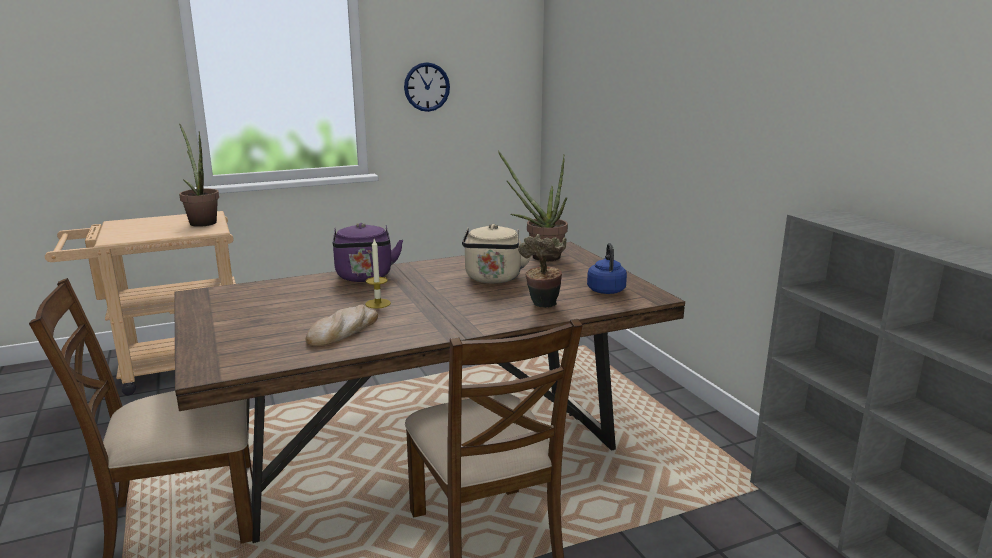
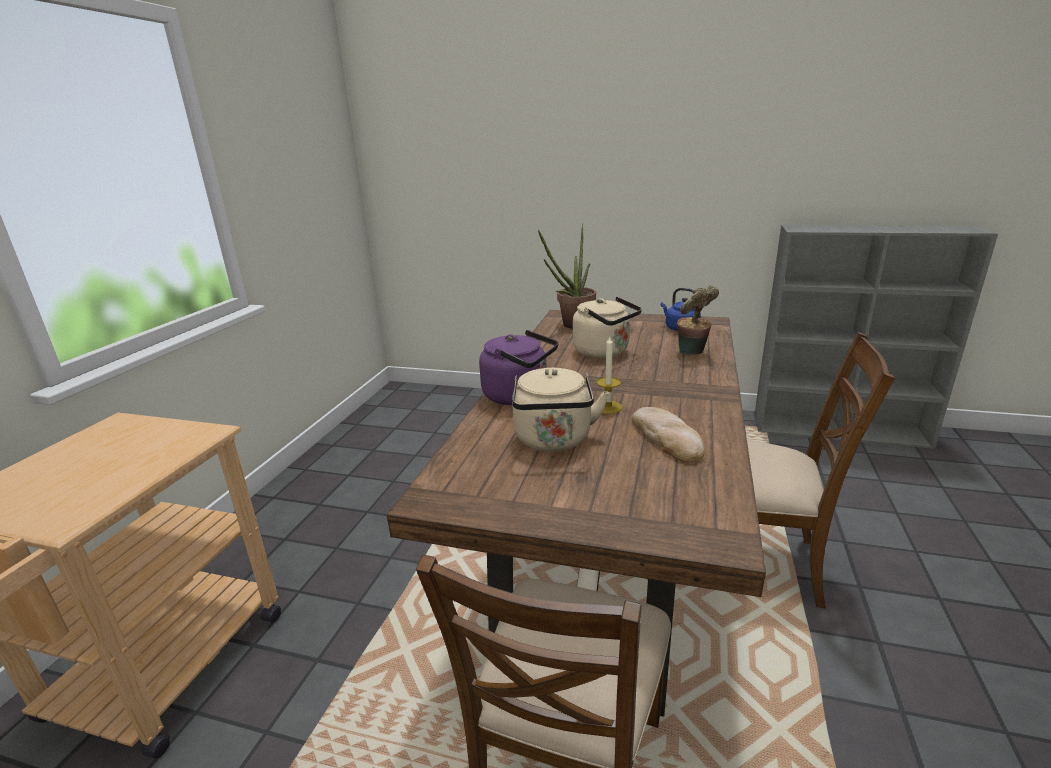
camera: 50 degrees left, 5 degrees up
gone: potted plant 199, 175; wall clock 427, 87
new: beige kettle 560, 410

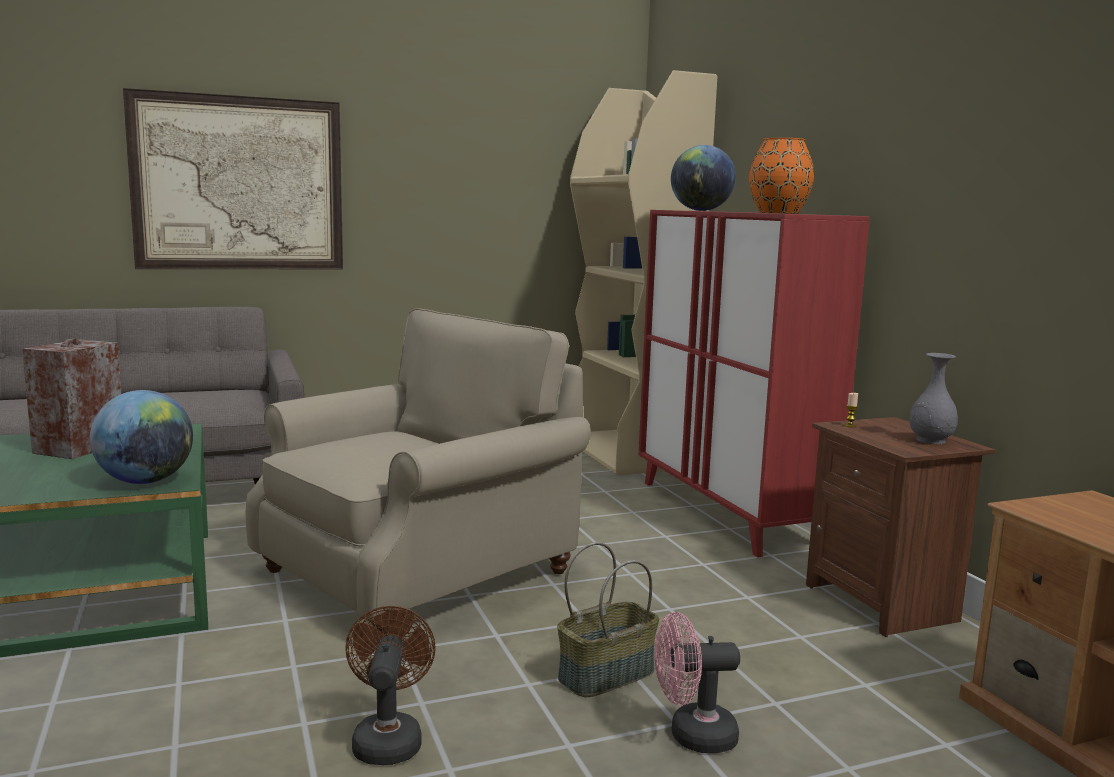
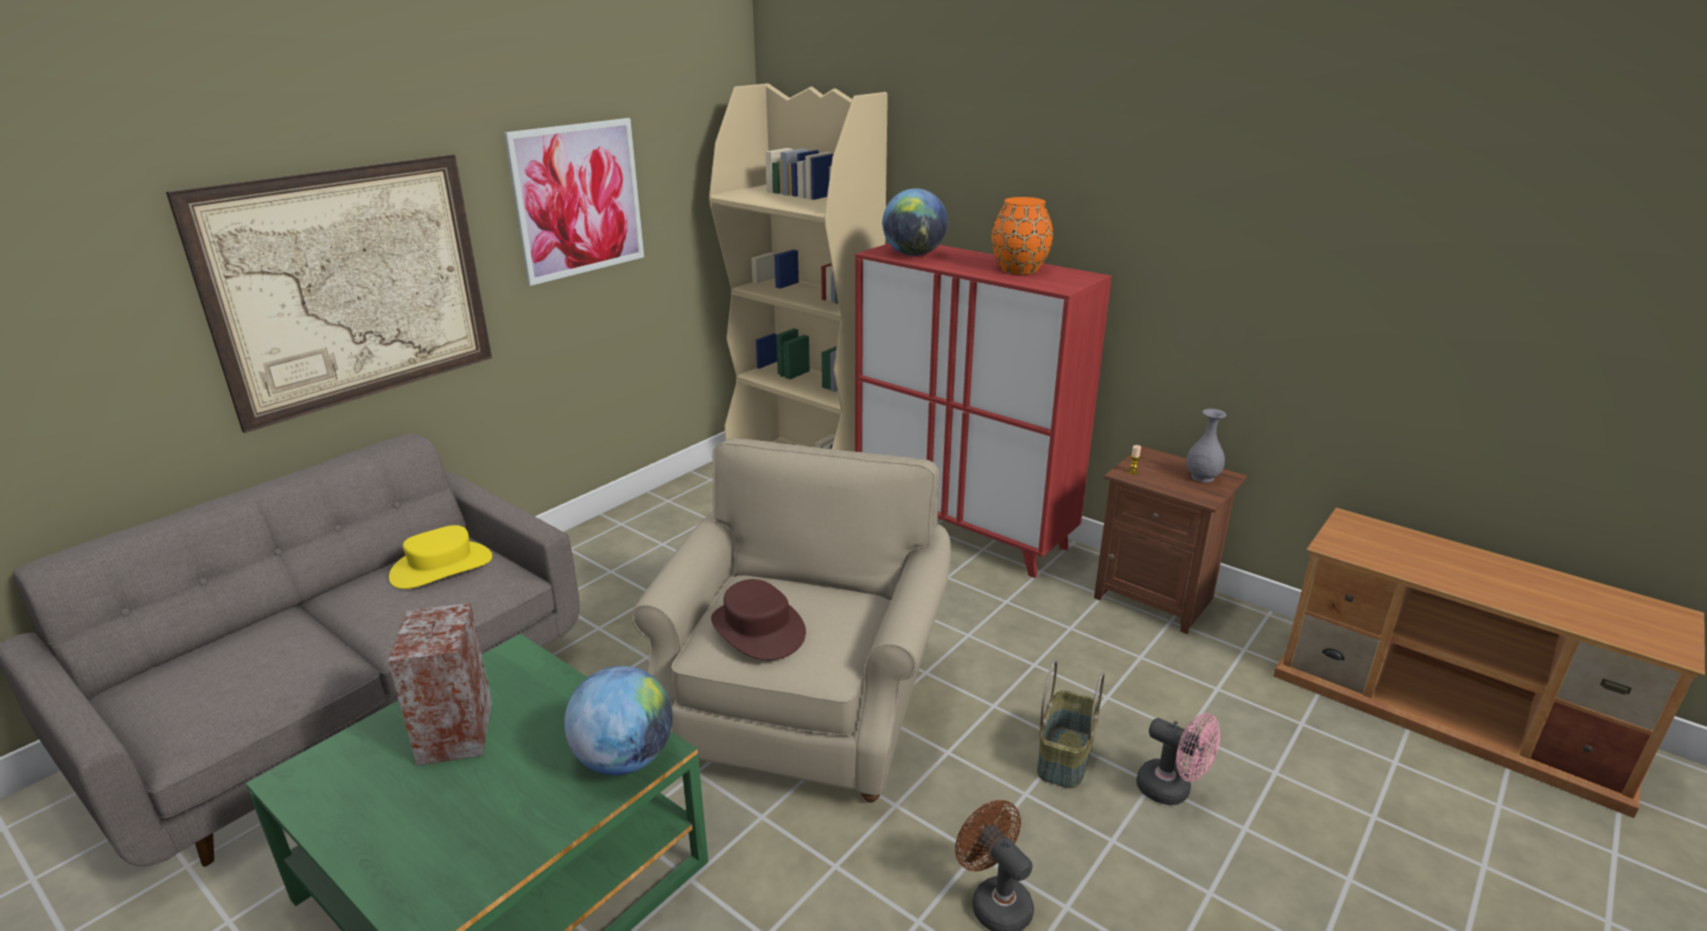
camera: 30 degrees left, 15 degrees up
new: yellow hat 440, 557; picture 574, 202; brown hat 758, 619
rotated: pink fan 697, 682 = 1178, 759 105 degrees counterclockwise

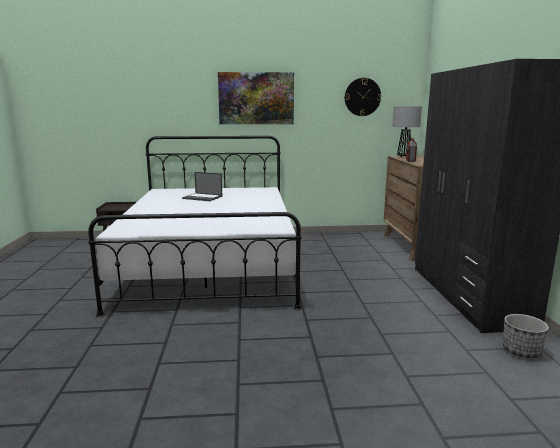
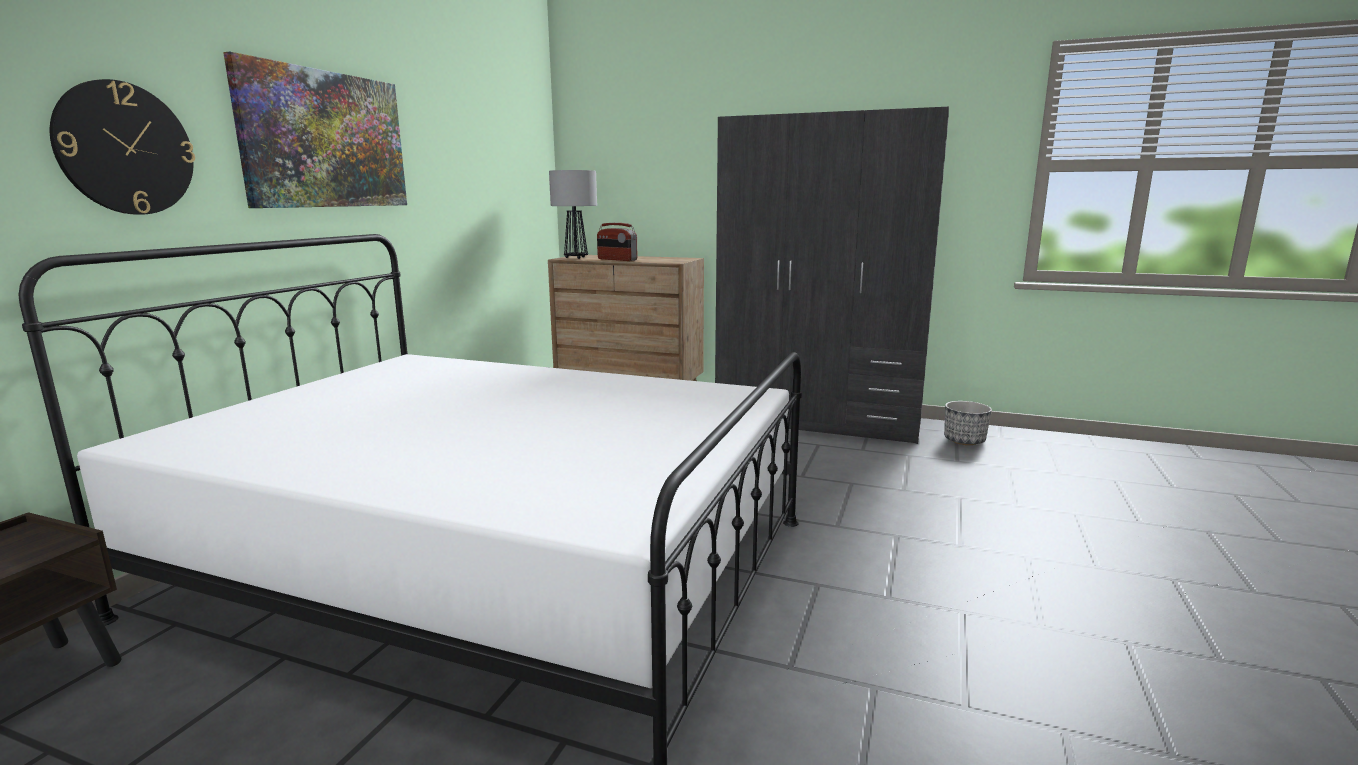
camera: 65 degrees left, 0 degrees up
gone: laptop 202, 186
shifted: wall clock 363, 97 to 122, 147

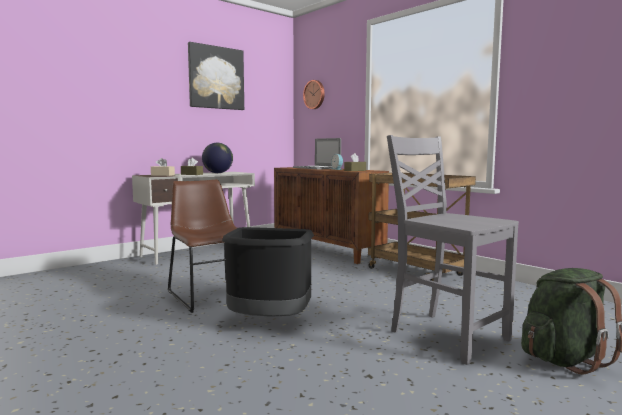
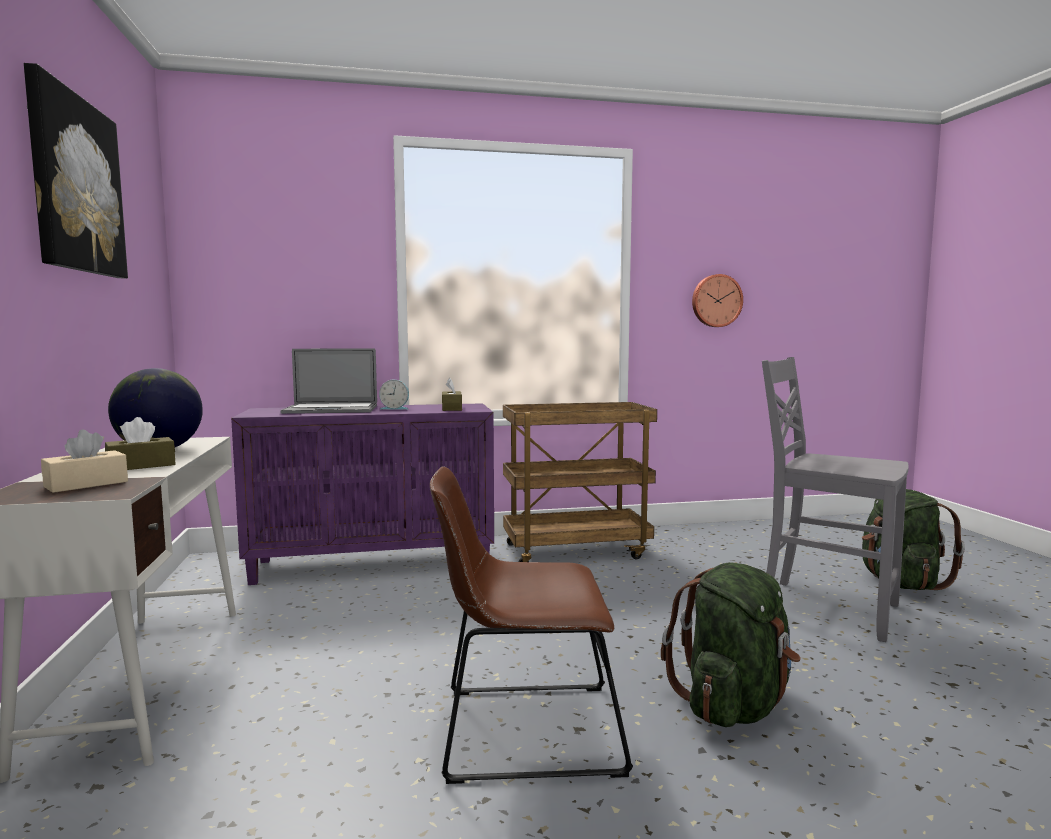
camera: 60 degrees left, 0 degrees up
shifted: wall clock 314, 94 to 717, 300
swapped: black trash can 268, 271 to green backpack 731, 644
repainted: brown cabinet 331, 215 to purple cabinet 362, 494
rotated: grey chair 453, 250 = 835, 499 45 degrees clockwise

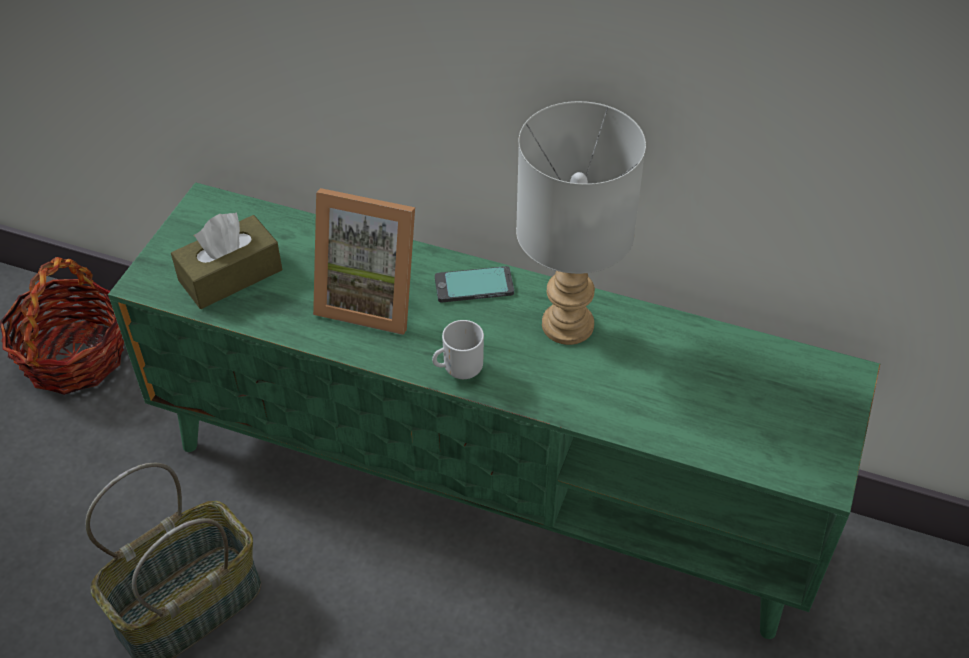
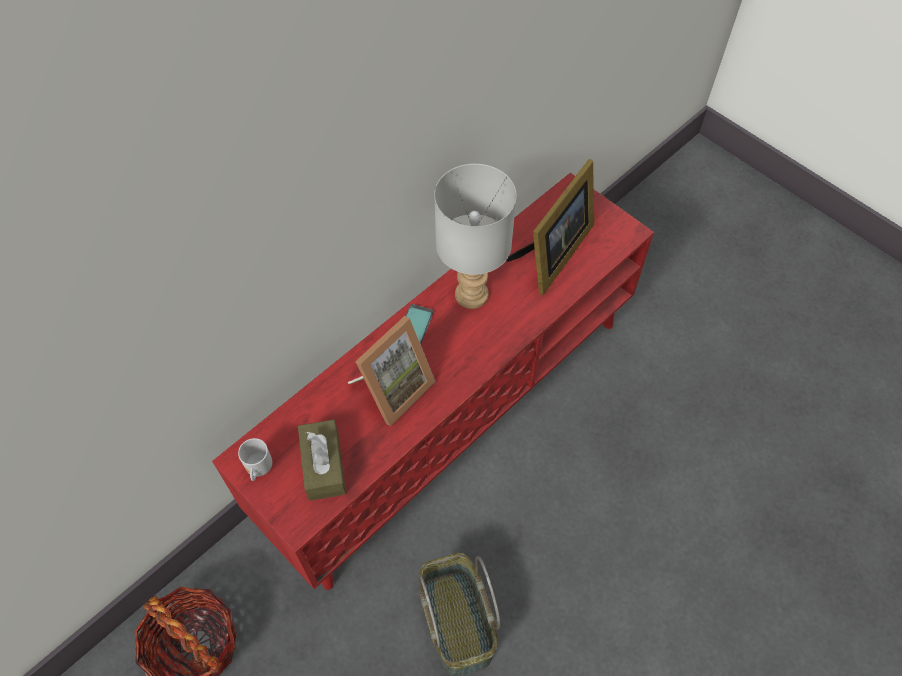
camera: 65 degrees left, 10 degrees up
new: picture frame 550, 227
shifted: mug 458, 349 to 255, 459
repainted: green tv stand 494, 410 to red tv stand 433, 381

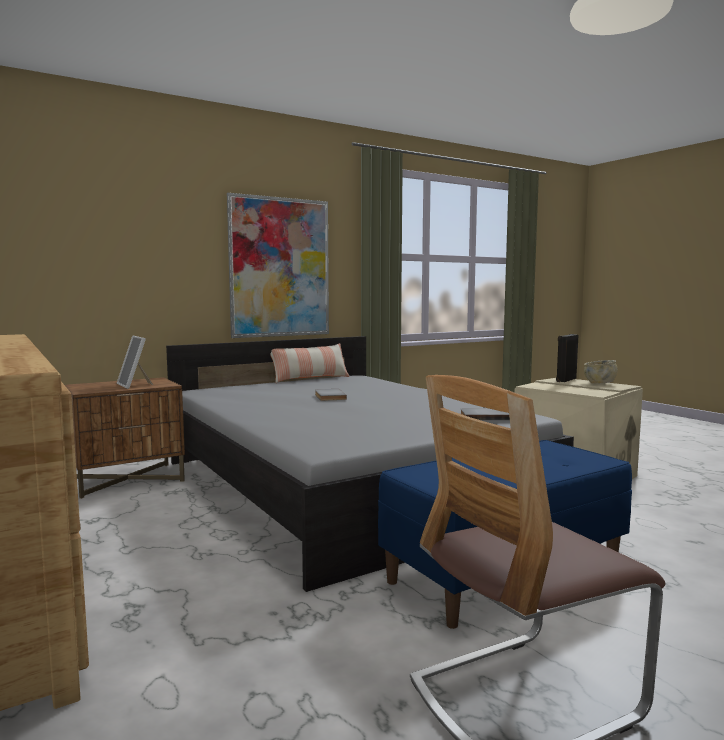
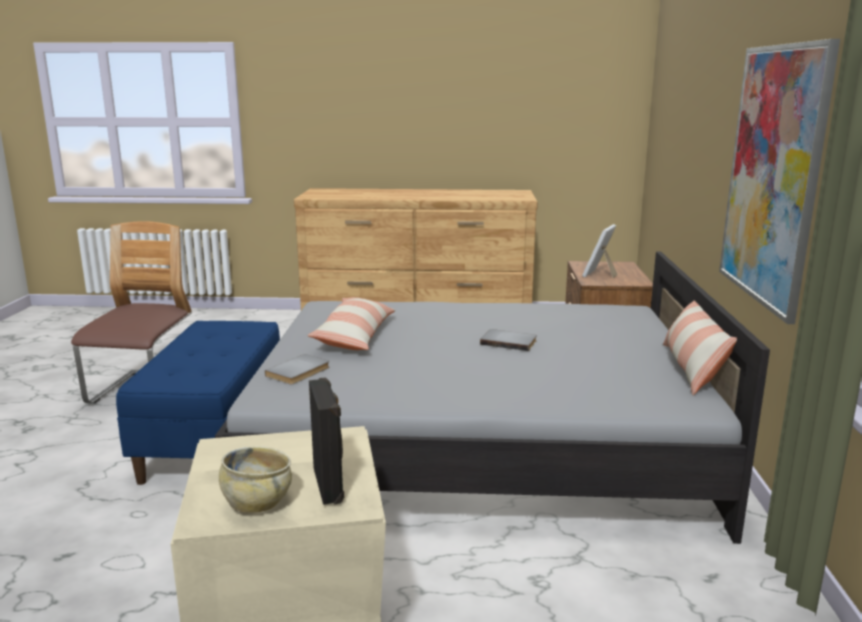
camera: 125 degrees right, 10 degrees up
new: pillow 352, 323
rotated: picture frame 135, 362 = 600, 251 60 degrees counterclockwise

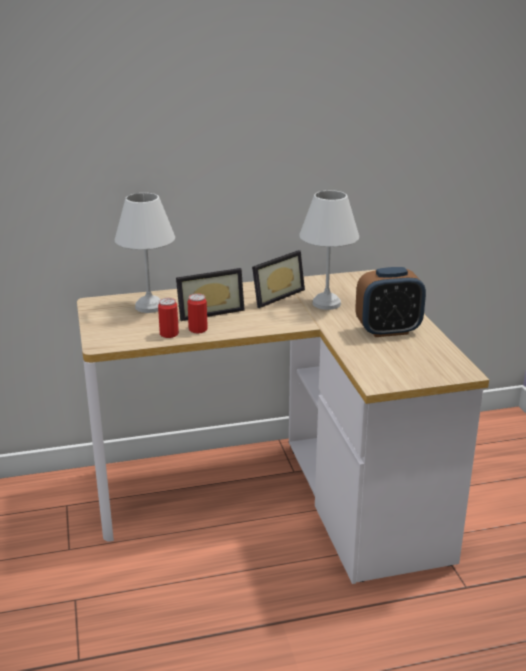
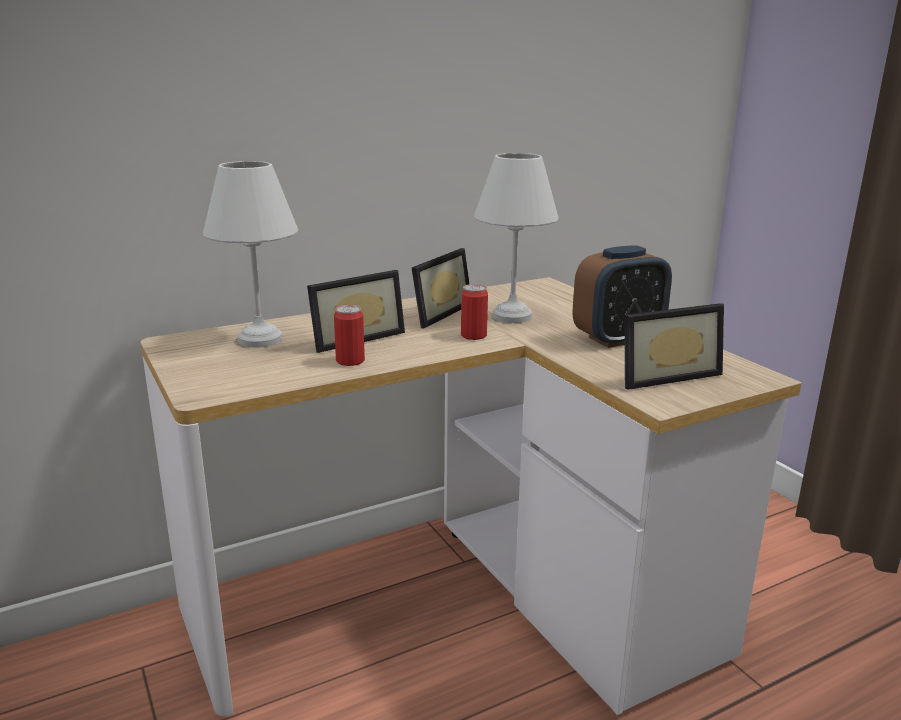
camera: 15 degrees left, 5 degrees down
new: picture frame 674, 346
shifted: can 168, 318 to 474, 312

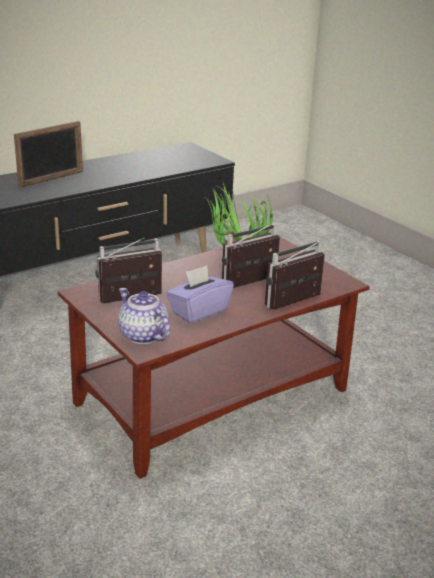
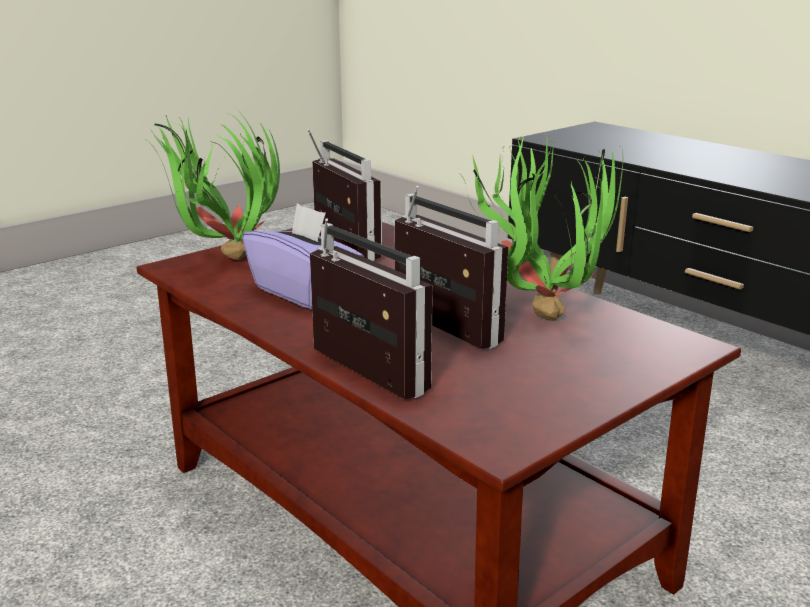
camera: 85 degrees right, 5 degrees down
gone: picture frame 48, 154
swapped: teapot 144, 316 to potted plant 213, 185

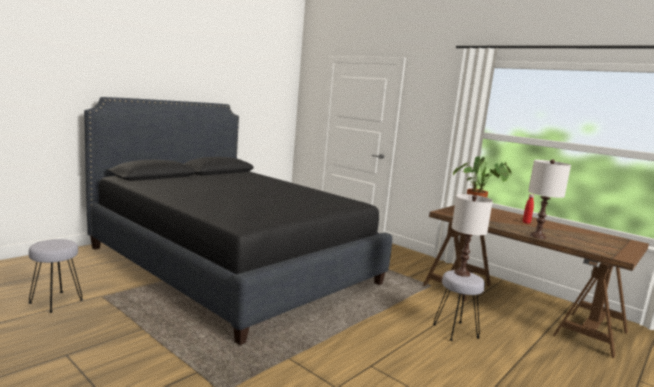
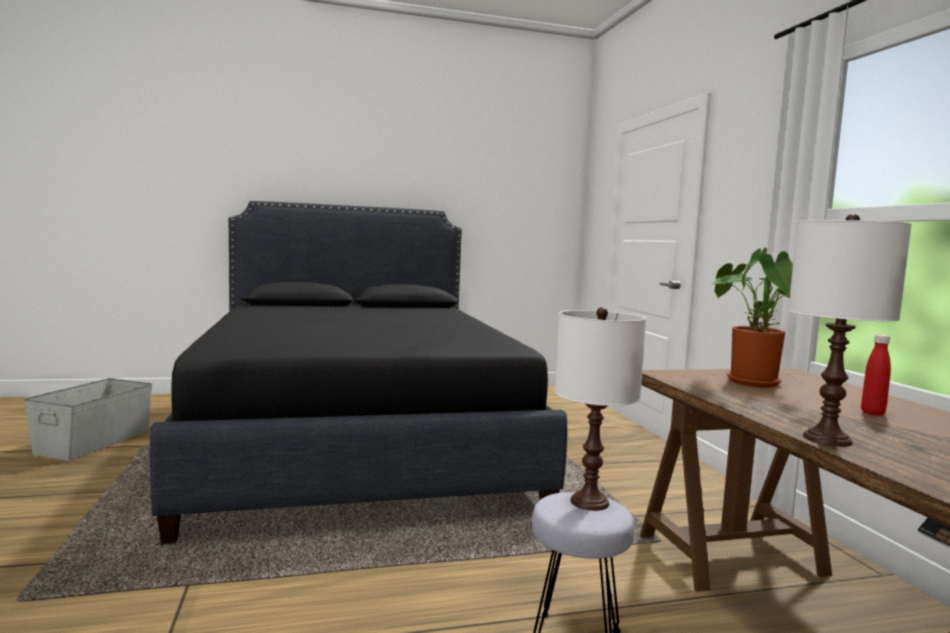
camera: 35 degrees right, 5 degrees down
swapped: grey stool 55, 276 to grey storage box 88, 419

